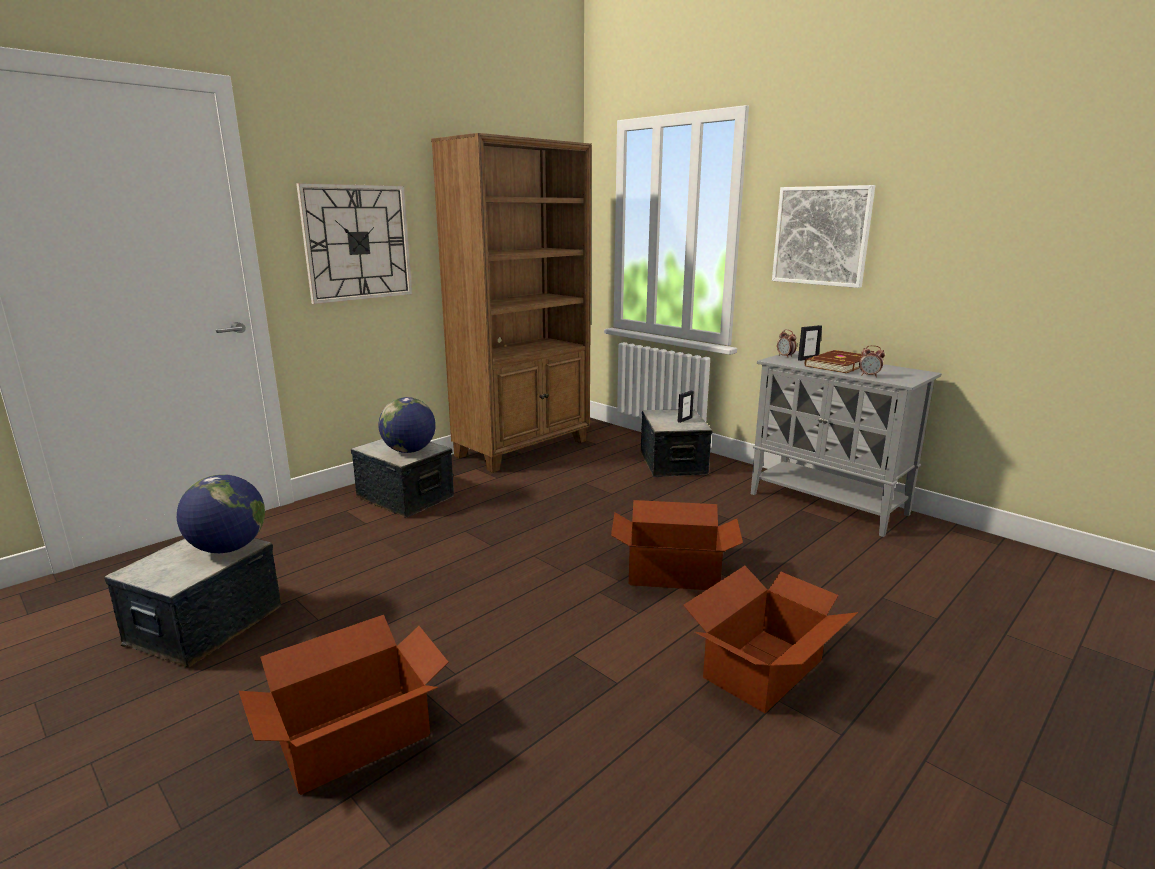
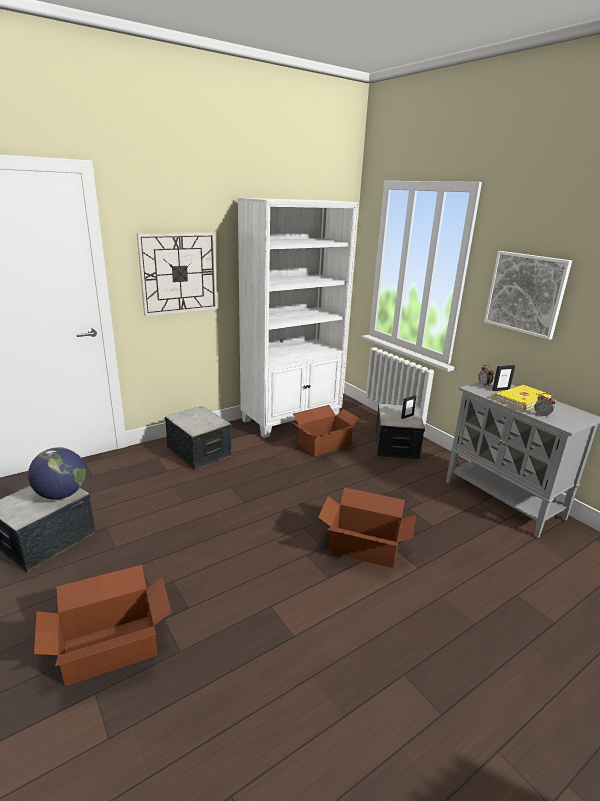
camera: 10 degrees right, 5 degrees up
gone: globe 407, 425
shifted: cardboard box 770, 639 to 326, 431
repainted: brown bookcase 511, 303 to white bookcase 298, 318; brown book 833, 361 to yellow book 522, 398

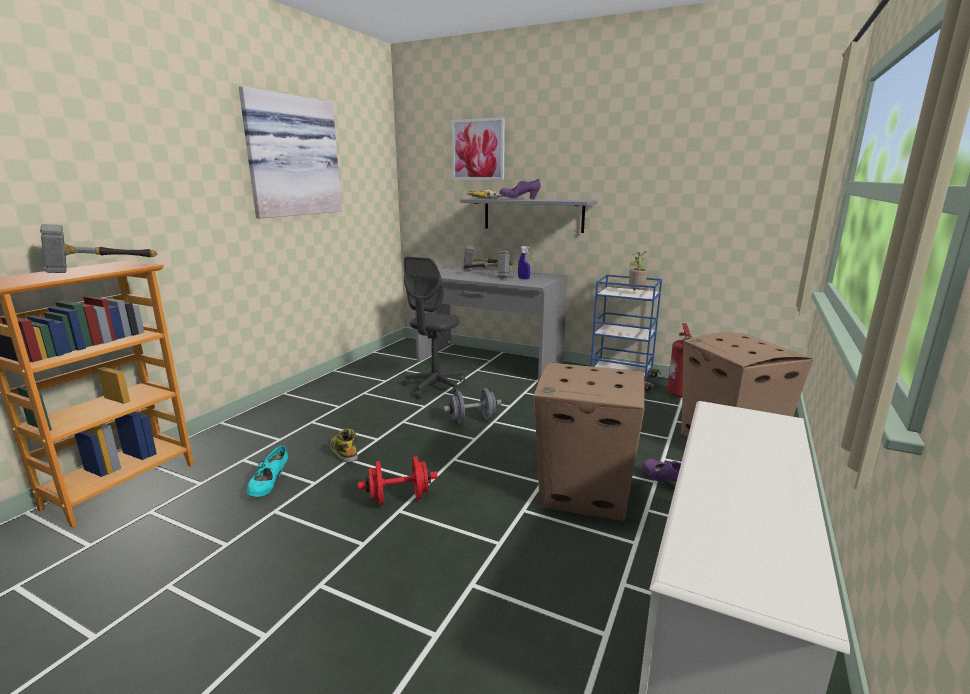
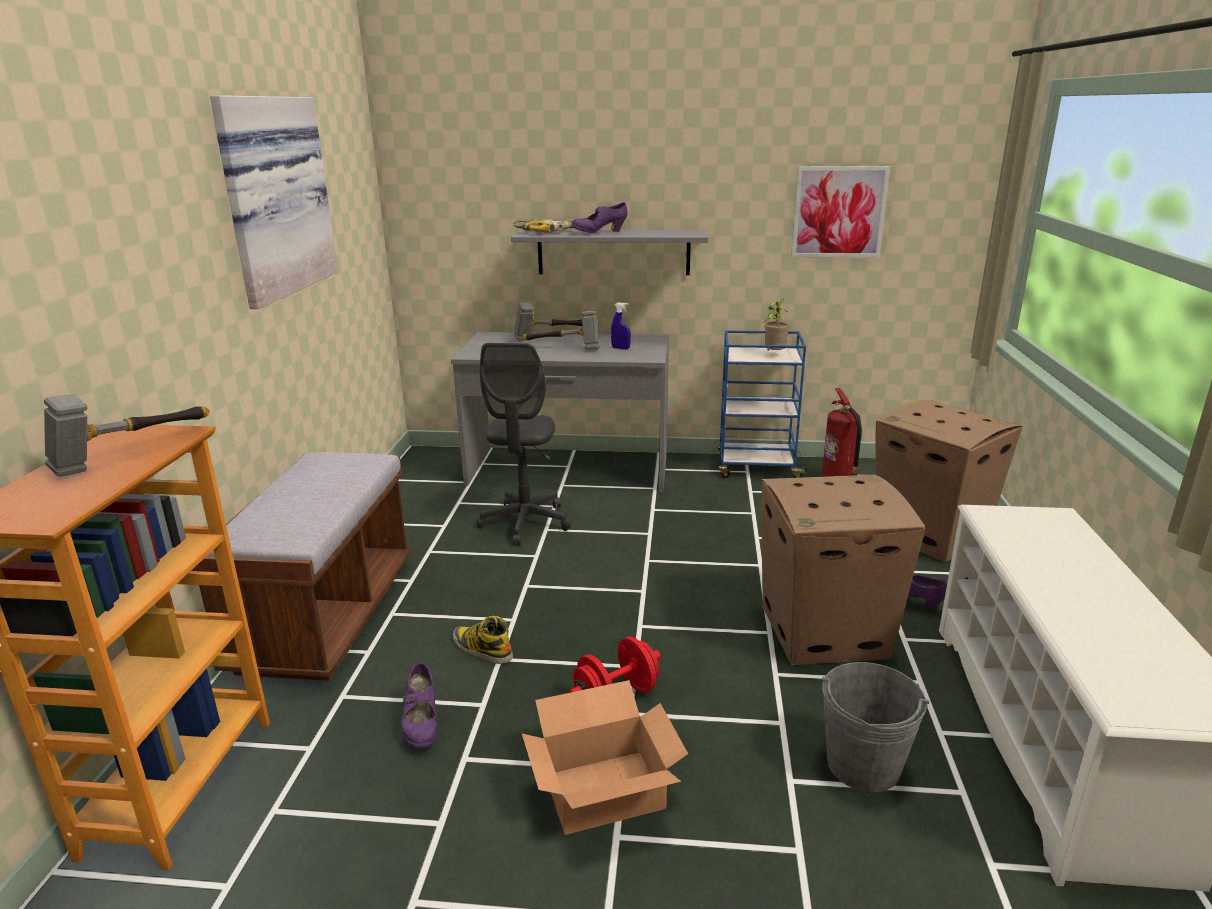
camera: 20 degrees left, 5 degrees up
gone: grey dumbbell 472, 405
new: brown bench 301, 566; cardboard box 605, 757; grey bucket 875, 727
shifted: picture 478, 148 to 840, 211
repainted: turquoise shoe 267, 471 to purple shoe 419, 705

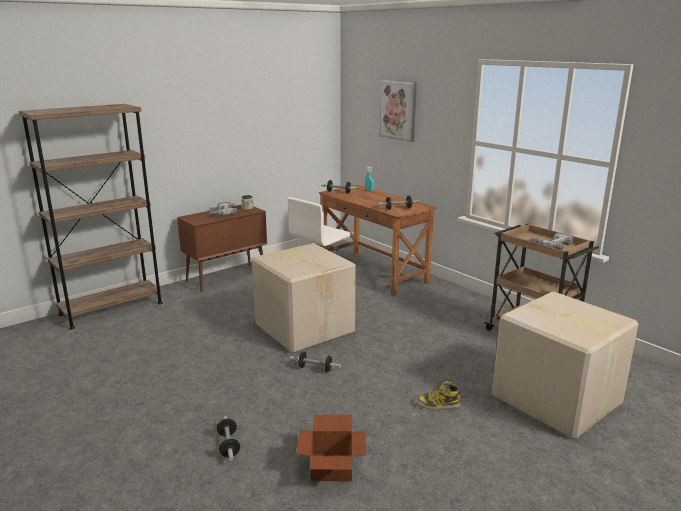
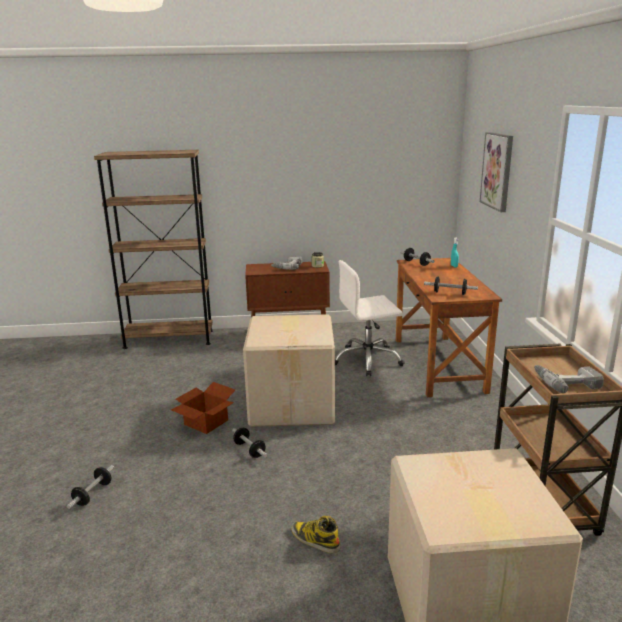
camera: 35 degrees right, 0 degrees up
shifted: cardboard box 331, 448 to 203, 408

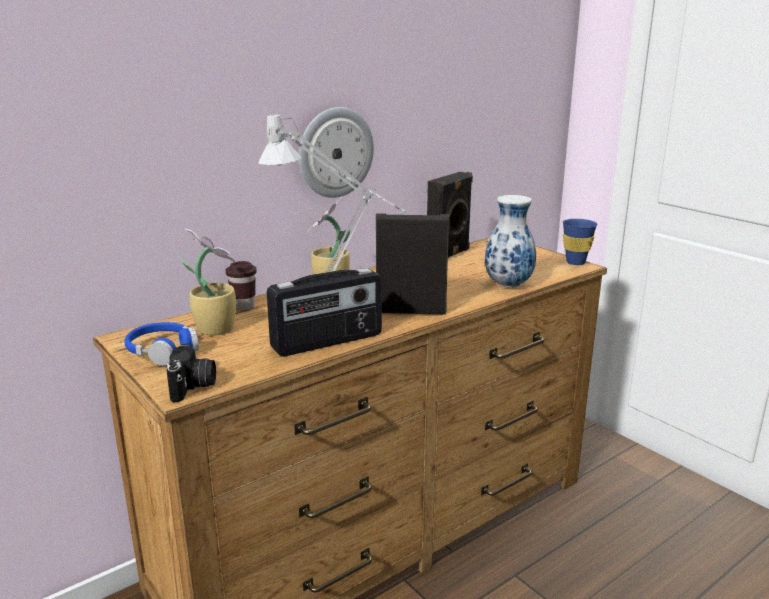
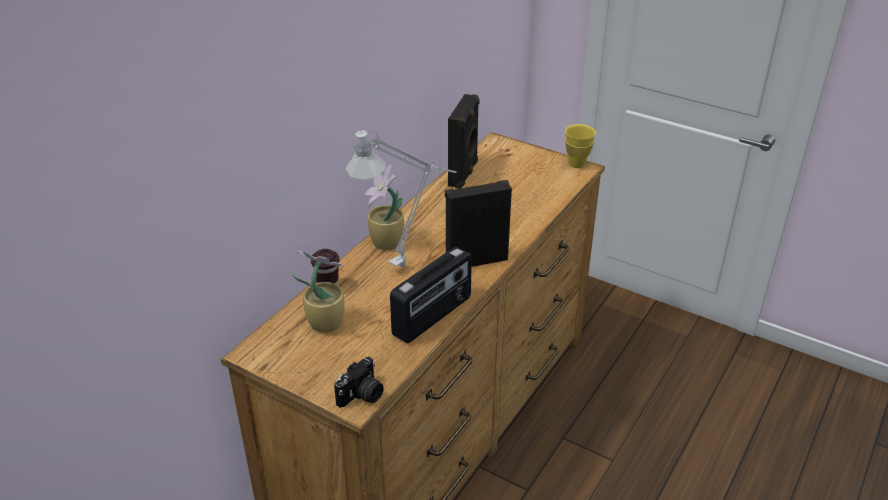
camera: 20 degrees left, 15 degrees up
gone: blue headphones 161, 344; wall clock 336, 152; vase 510, 241
repainted: blue cup 580, 242 to yellow cup 580, 146
rotated: photo camera 191, 373 = 359, 382 60 degrees clockwise

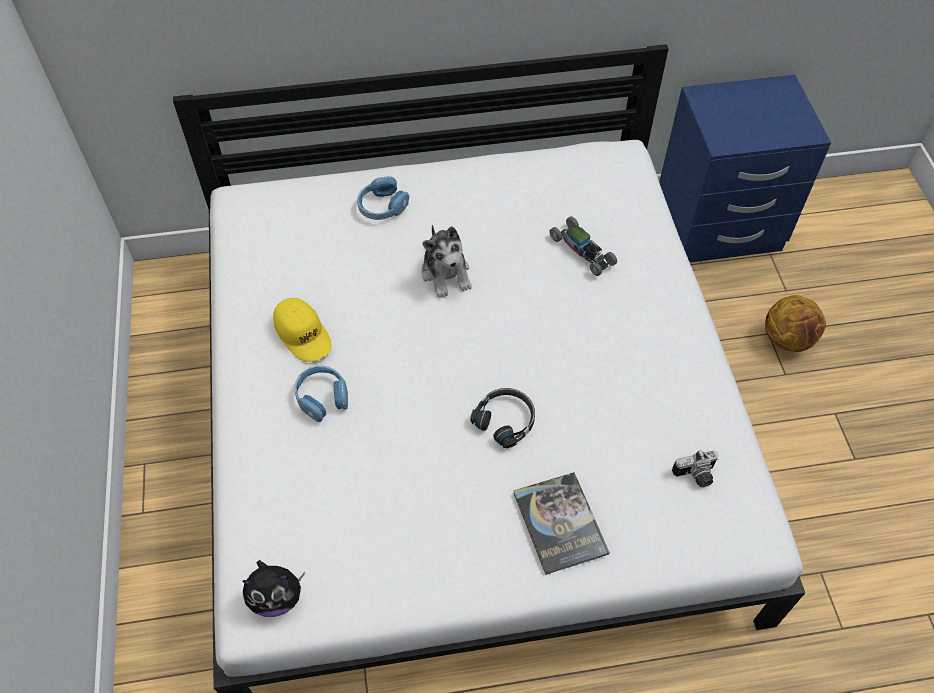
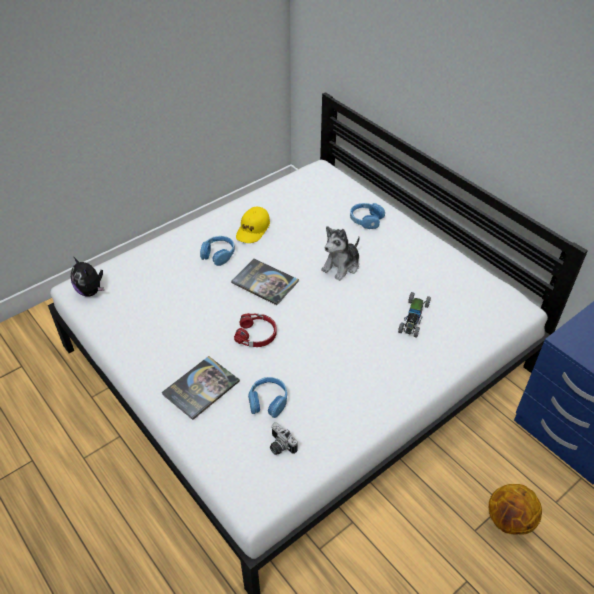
camera: 60 degrees right, 10 degrees down
new: book 265, 282; blue headphones 267, 397
repainted: black headphones 502, 418 to red headphones 255, 330

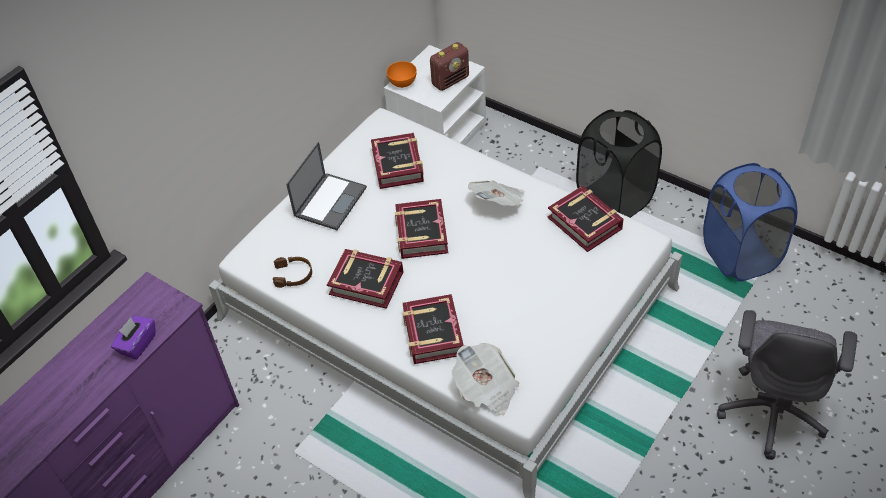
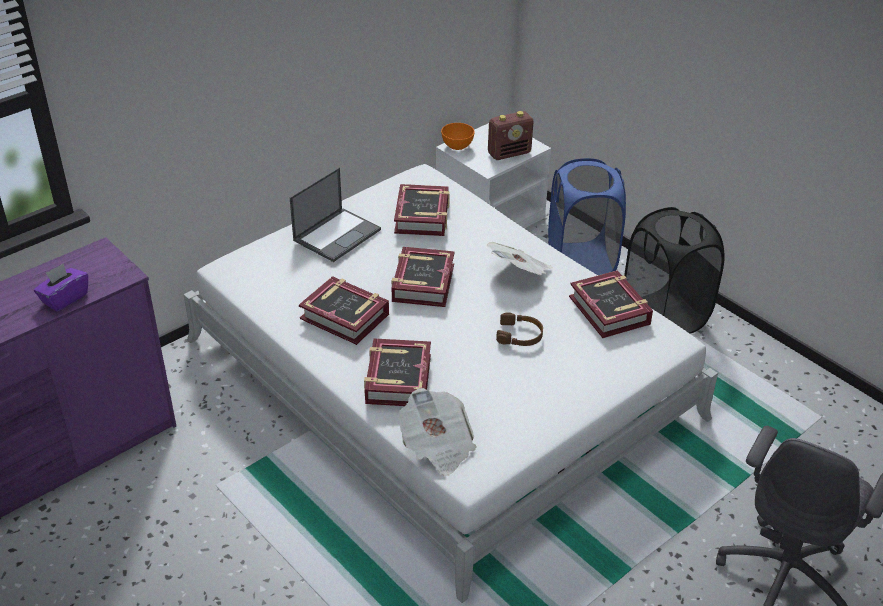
camera: 10 degrees right, 10 degrees down
shifted: brown headphones 292, 272 to 519, 329; blue laundry basket 750, 222 to 587, 216

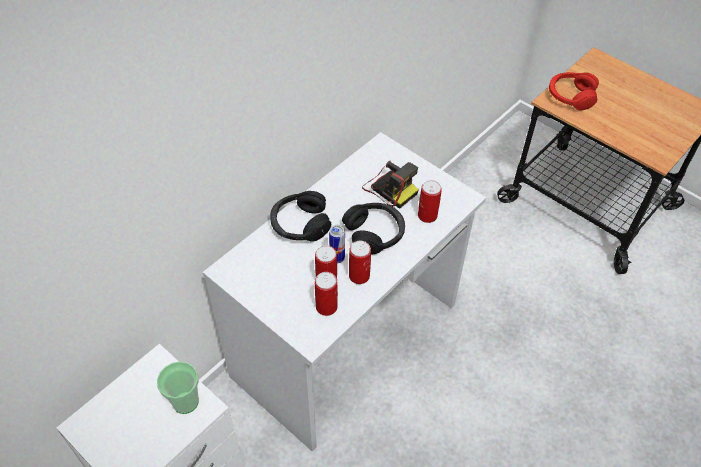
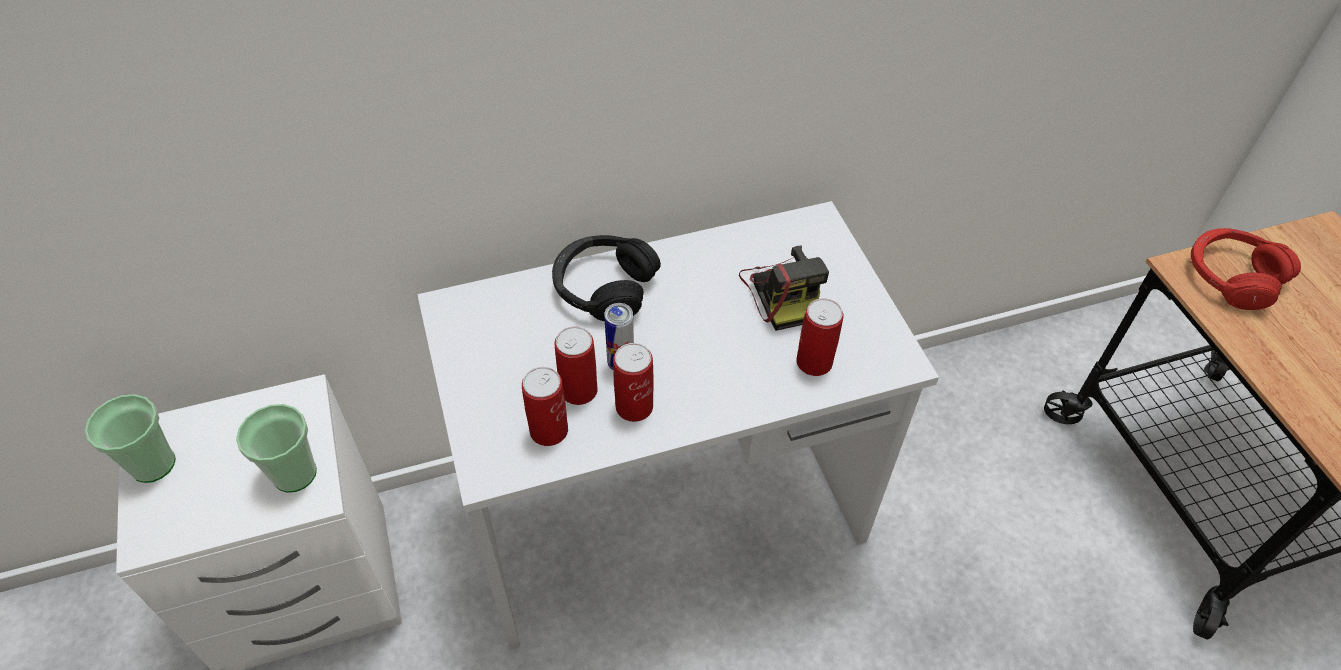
camera: 30 degrees right, 0 degrees up
gone: black headphones 373, 229
new: cup 130, 438

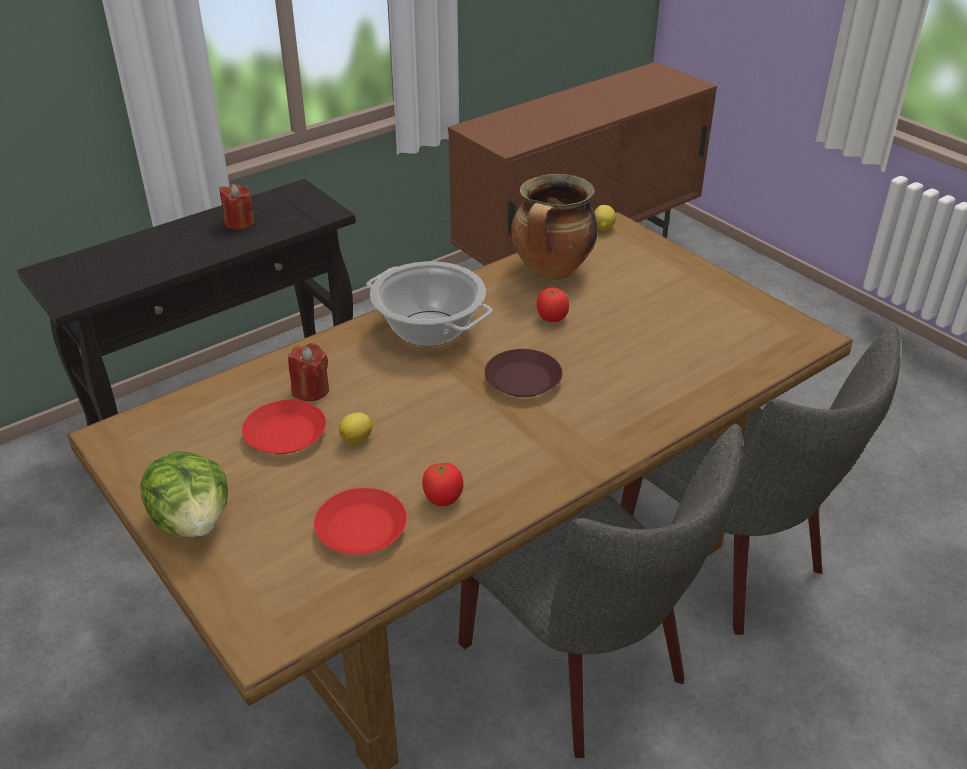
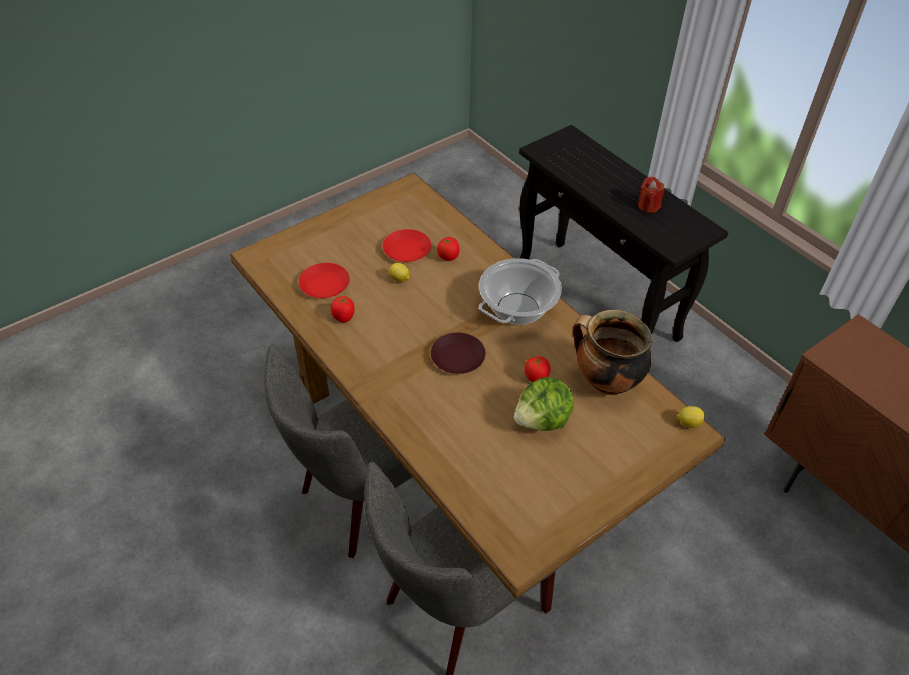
camera: 90 degrees right, 10 degrees up
shifted: lettuce 184, 494 to 544, 404
swapped: red candle 308, 372 to tomato 448, 249

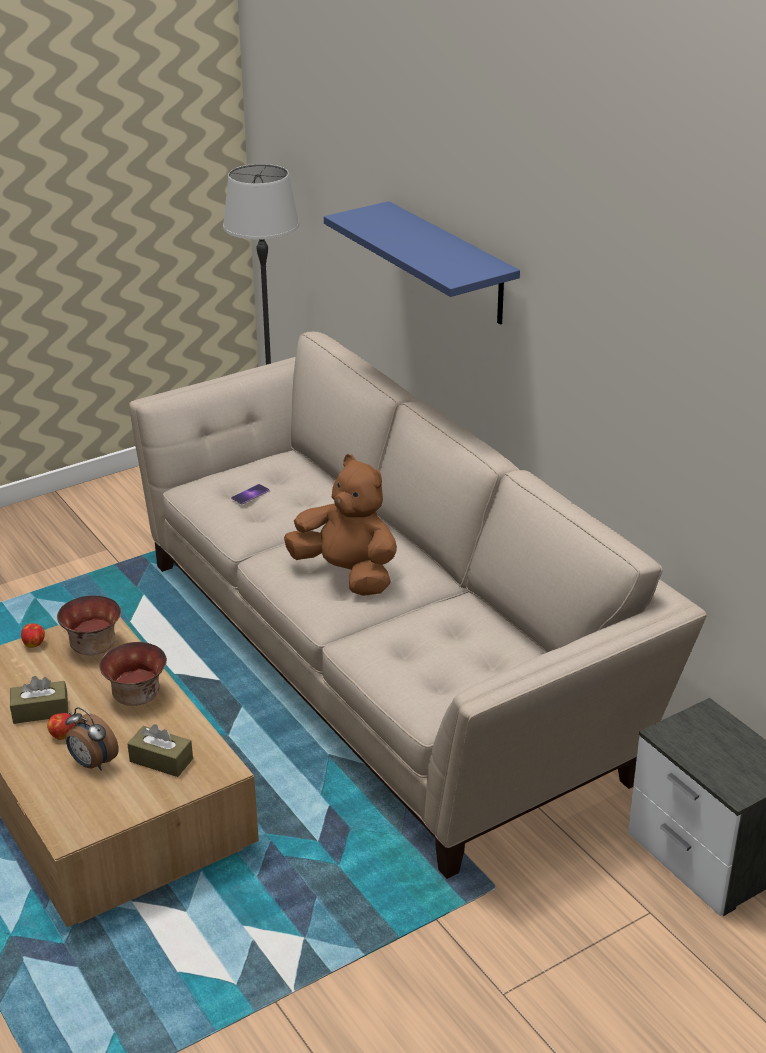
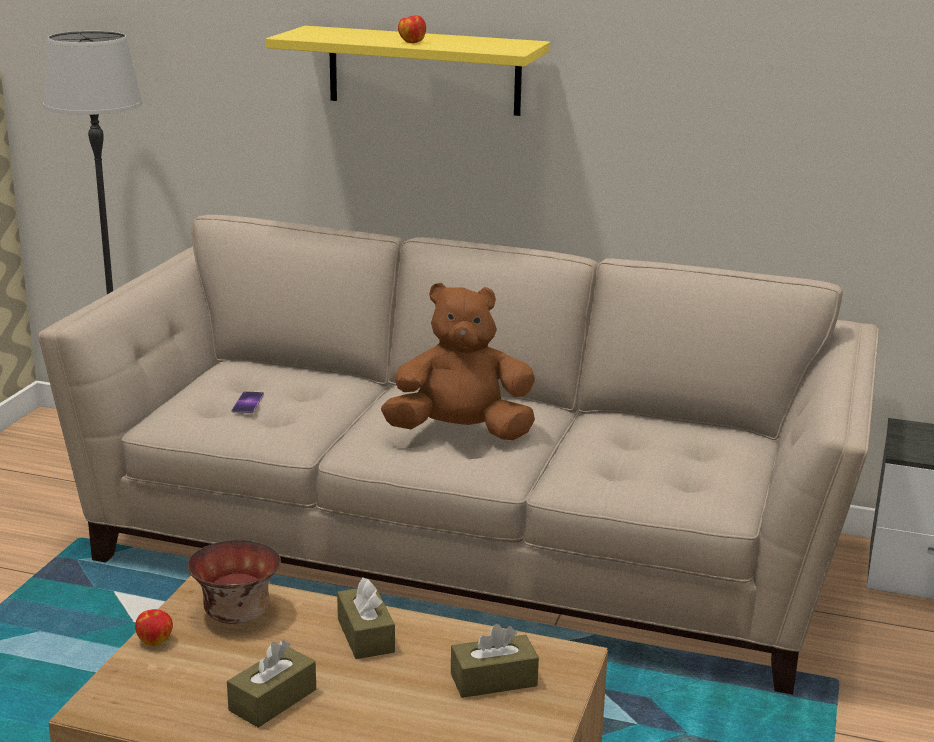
camera: 40 degrees left, 10 degrees down
gone: alarm clock 92, 739
shifted: apple 61, 726 to 412, 29
swapped: bowl 133, 674 to brown tissue box 366, 618
repainted: blue shelf 422, 263 to yellow shelf 408, 71

